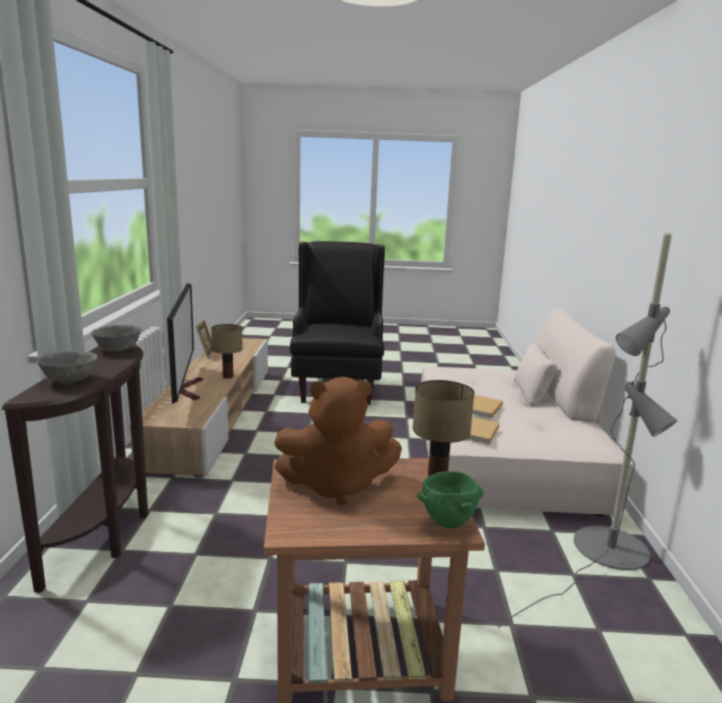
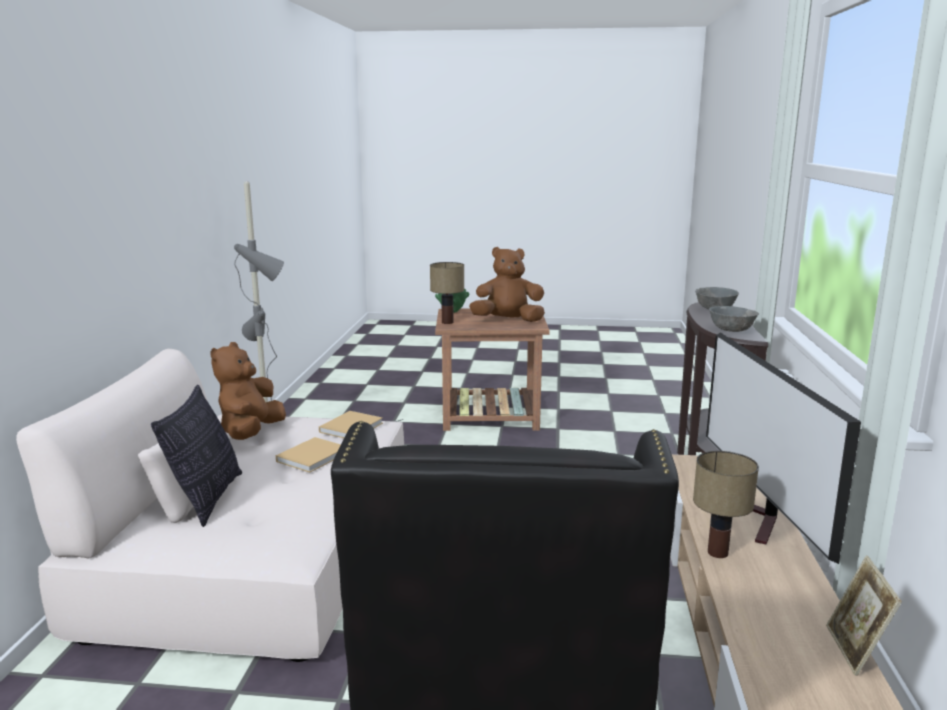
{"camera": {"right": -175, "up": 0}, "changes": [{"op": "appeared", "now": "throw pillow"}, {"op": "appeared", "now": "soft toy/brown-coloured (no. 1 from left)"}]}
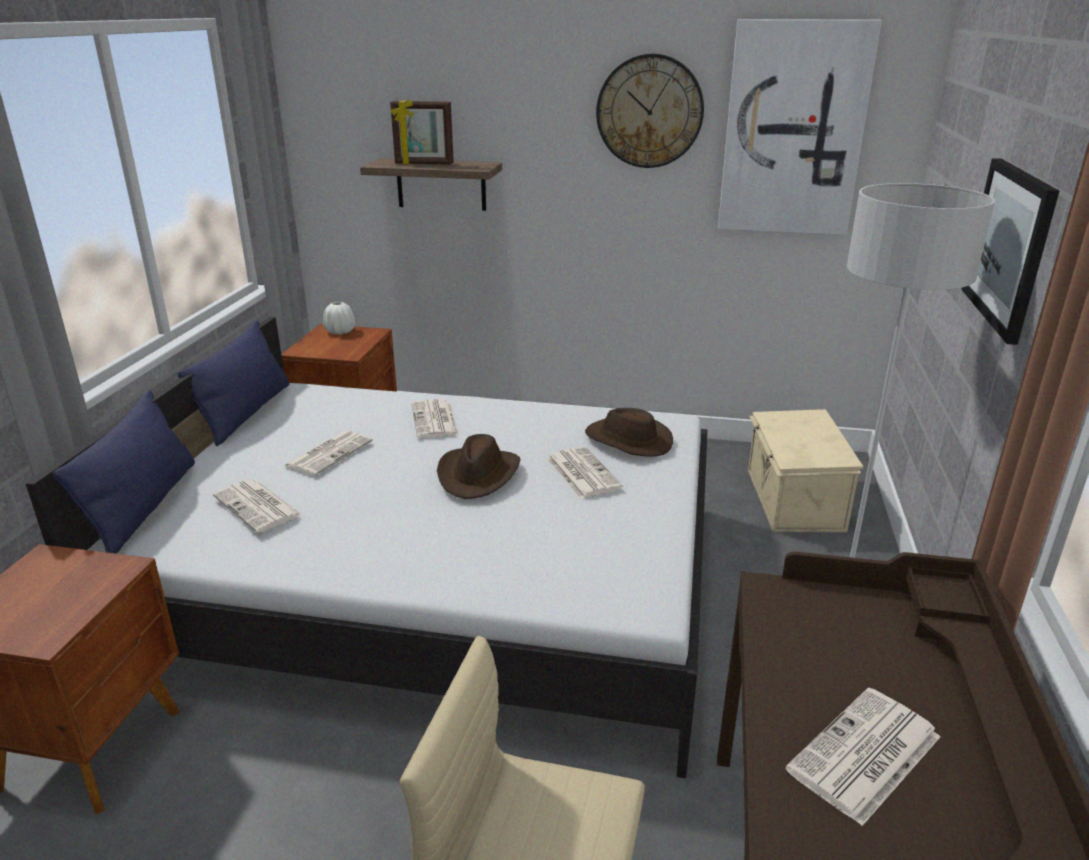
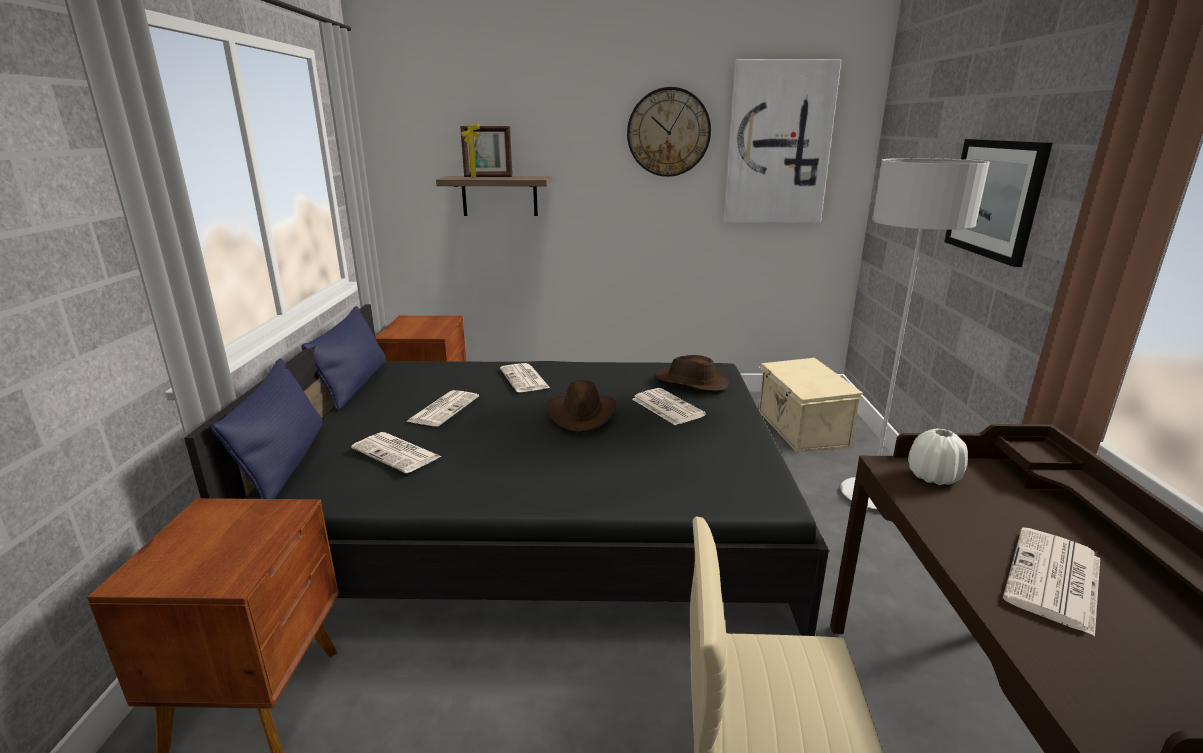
{"camera": {"right": -10, "up": -5}, "changes": [{"op": "colour", "was": "bed/white-coloured", "now": "bed/black-coloured"}, {"op": "relocated", "was": "decorative vase/white-coloured"}]}
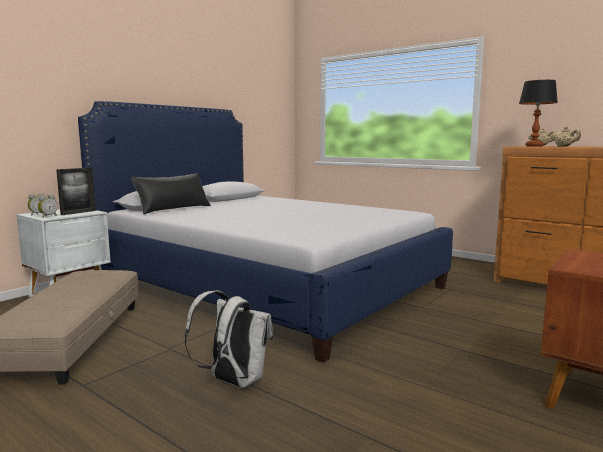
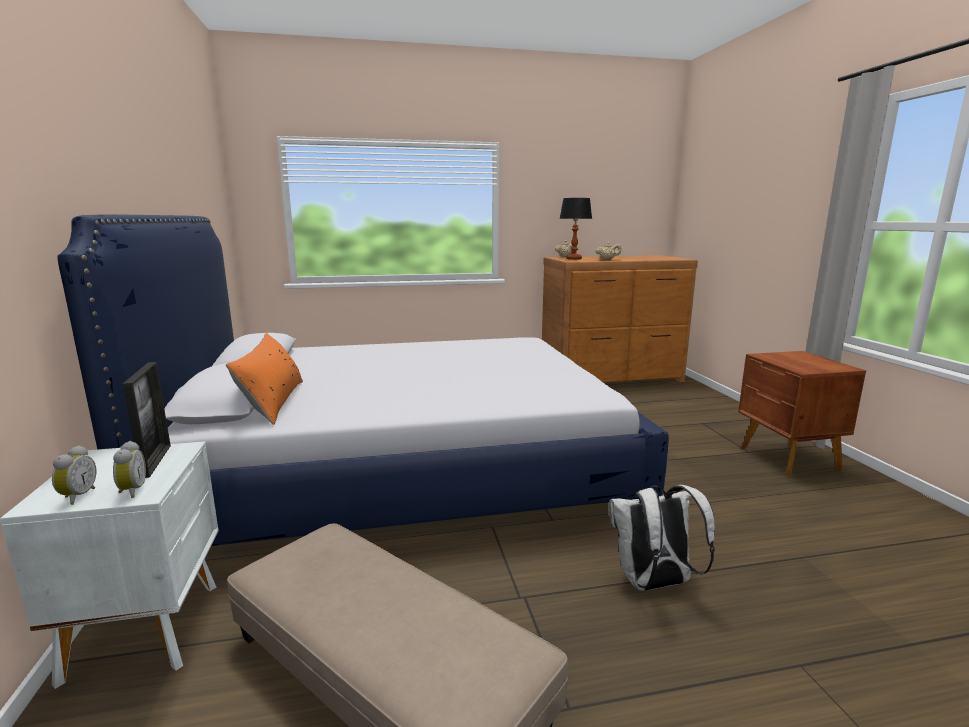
{"camera": {"right": -50, "up": 5}, "changes": [{"op": "colour", "was": "throw pillow/black-coloured", "now": "throw pillow/orangey"}]}
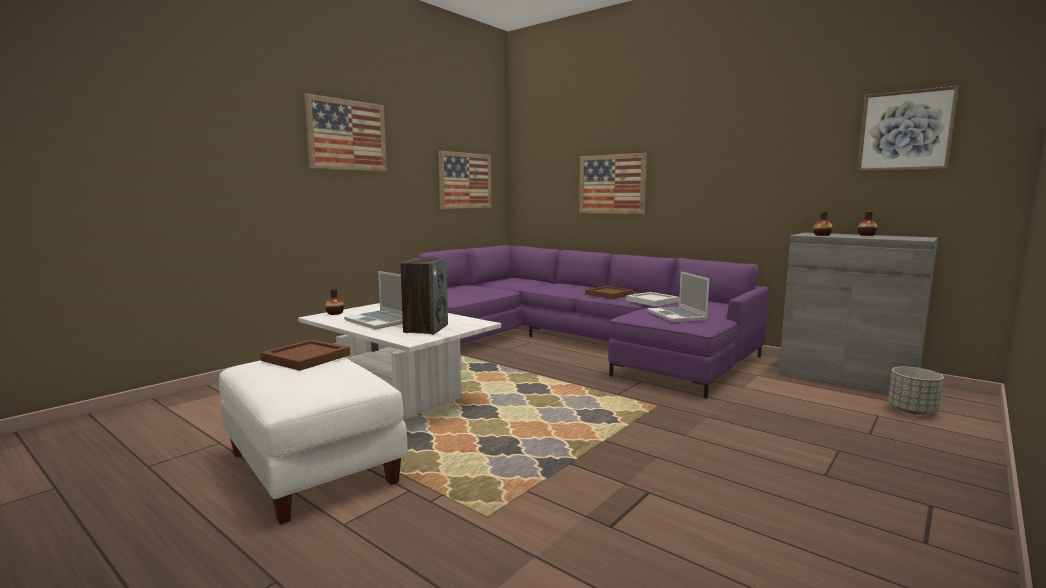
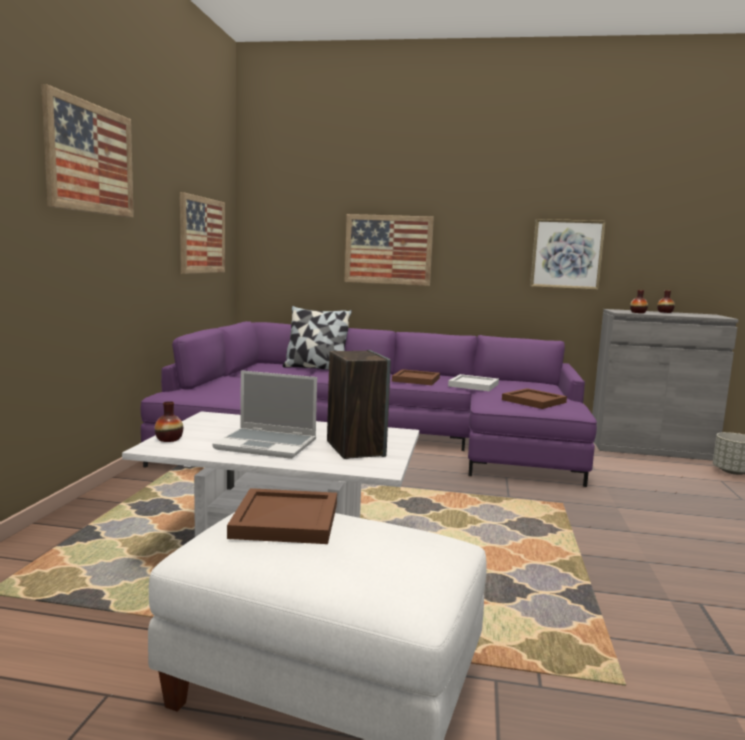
{"camera": {"right": -30, "up": 0}, "changes": [{"op": "exchanged", "was": "portable computer (no. 2 from left)", "now": "tray/brown-coloured (no. 3 from left)"}, {"op": "relocated", "was": "wall art (no. 4 from left)"}, {"op": "appeared", "now": "throw pillow"}]}
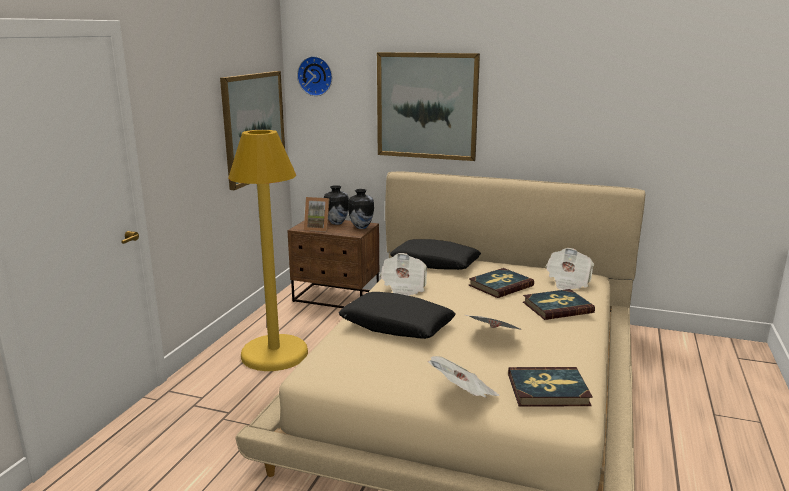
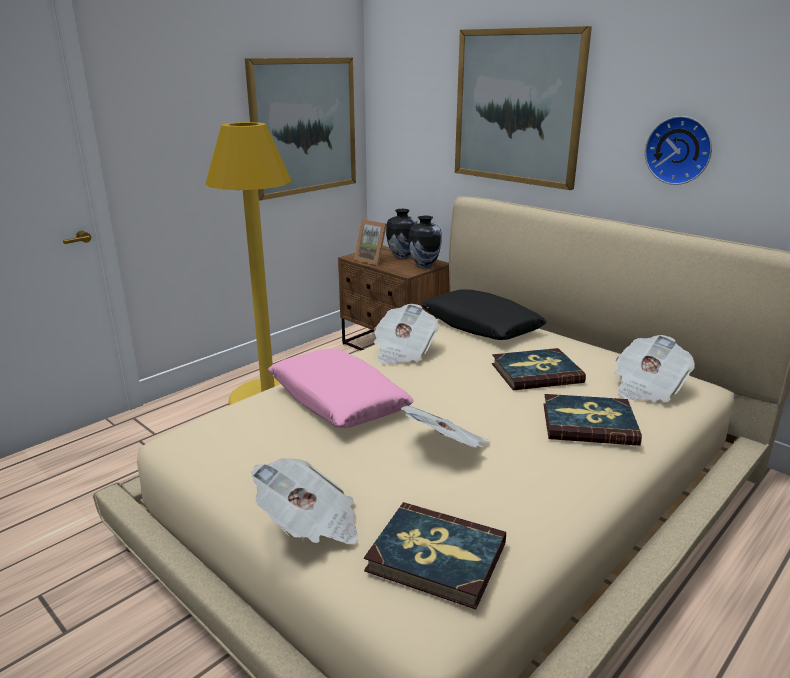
{"camera": {"right": 25, "up": 5}, "changes": [{"op": "relocated", "was": "wall clock"}, {"op": "colour", "was": "throw pillow/black-coloured (no. 1 from left)", "now": "throw pillow/pink-coloured"}]}
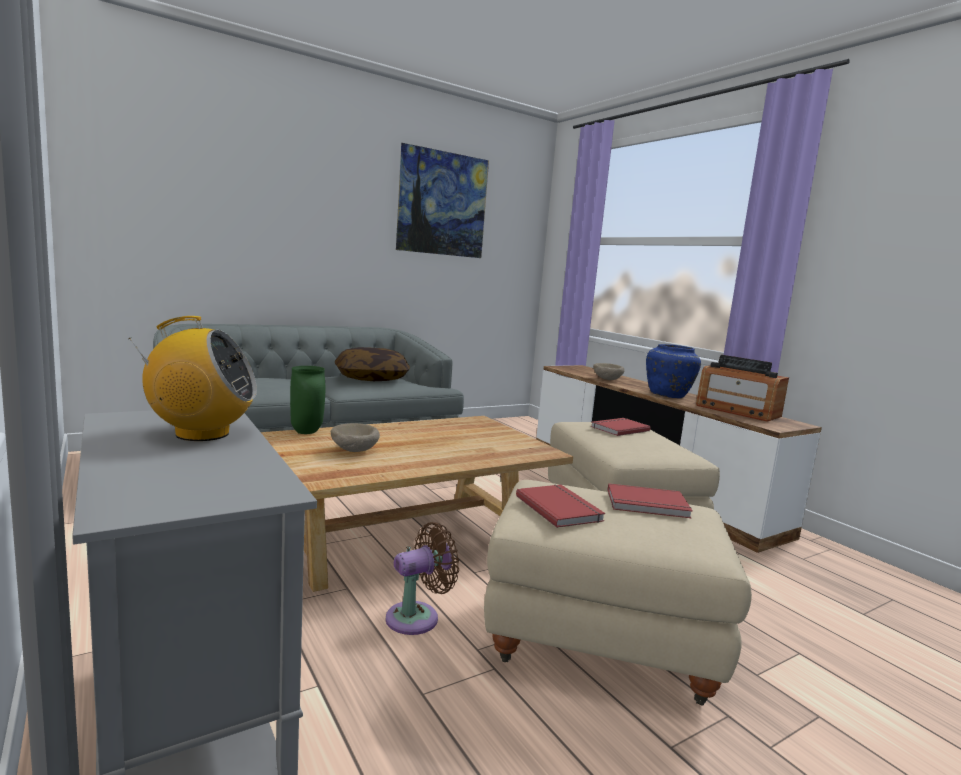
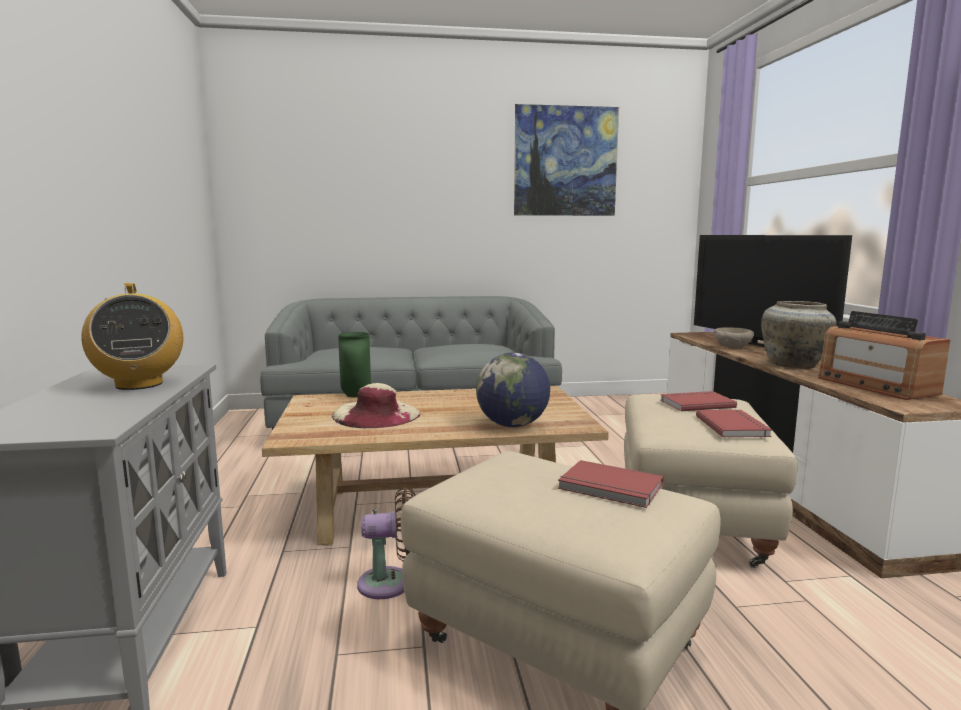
{"camera": {"right": 25, "up": 0}, "changes": [{"op": "spun", "was": "radio receiver (no. 1 from left)", "clockwise": 45}, {"op": "exchanged", "was": "deep dish/sand-coloured (no. 1 from left)", "now": "wearable hat/sand-coloured"}, {"op": "missing", "was": "throw pillow"}, {"op": "relocated", "was": "volume/reddish (no. 1 from left in the first image)", "now": "volume/reddish (no. 3 from left)"}, {"op": "colour", "was": "decorative vase/blue", "now": "decorative vase/sand-coloured"}, {"op": "appeared", "now": "world globe"}, {"op": "appeared", "now": "television"}]}
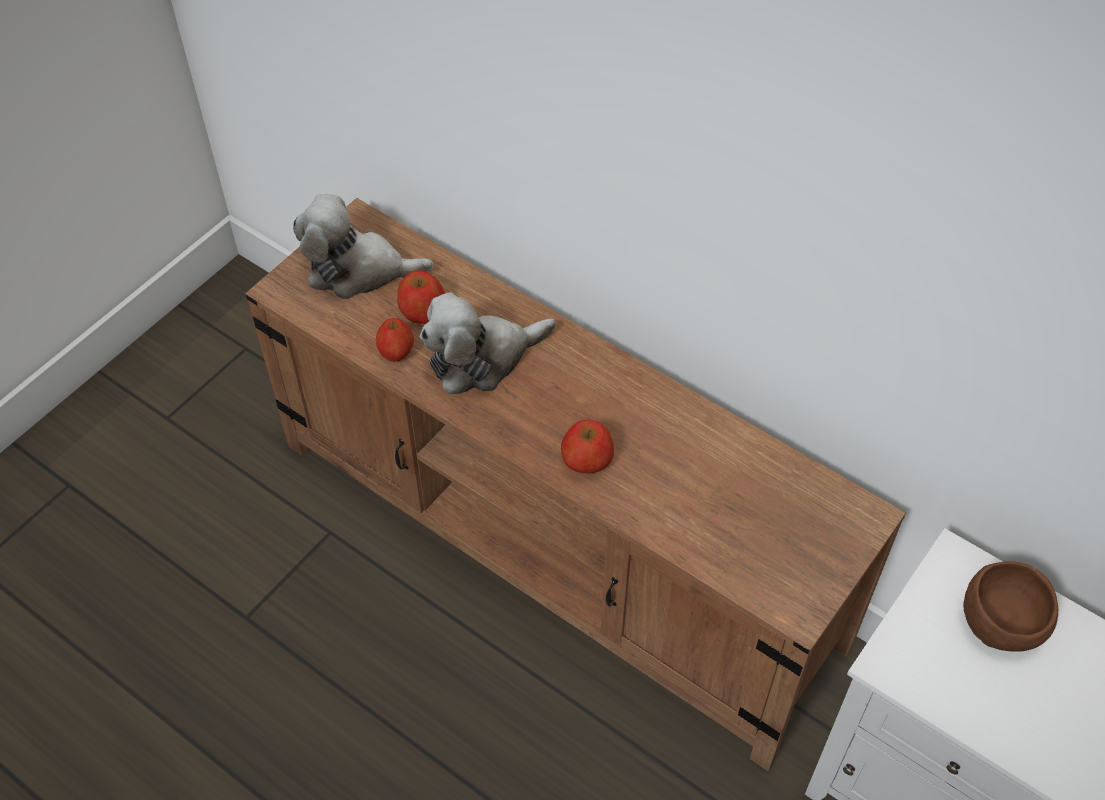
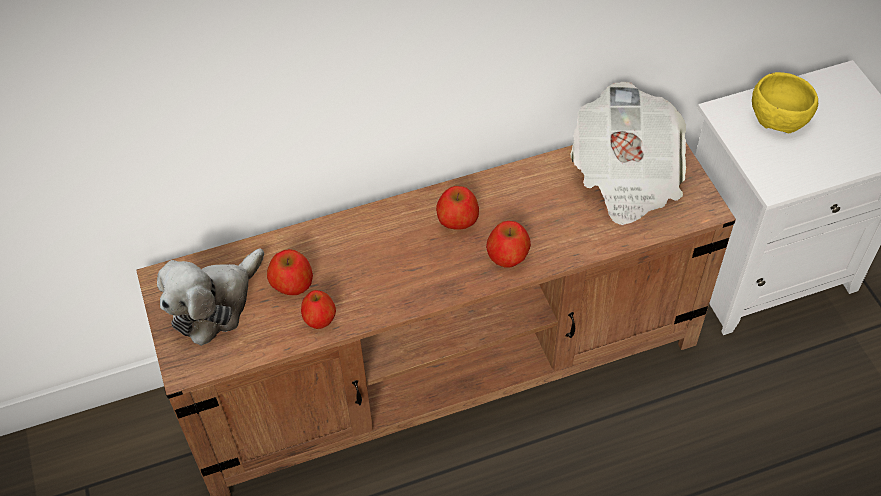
{"camera": {"right": -55, "up": 0}, "changes": [{"op": "missing", "was": "soft toy (no. 2 from left)"}, {"op": "colour", "was": "deep dish/brown-coloured", "now": "deep dish/yellowish"}, {"op": "appeared", "now": "apple fruit (no. 3 from left)"}, {"op": "appeared", "now": "newspaper"}]}
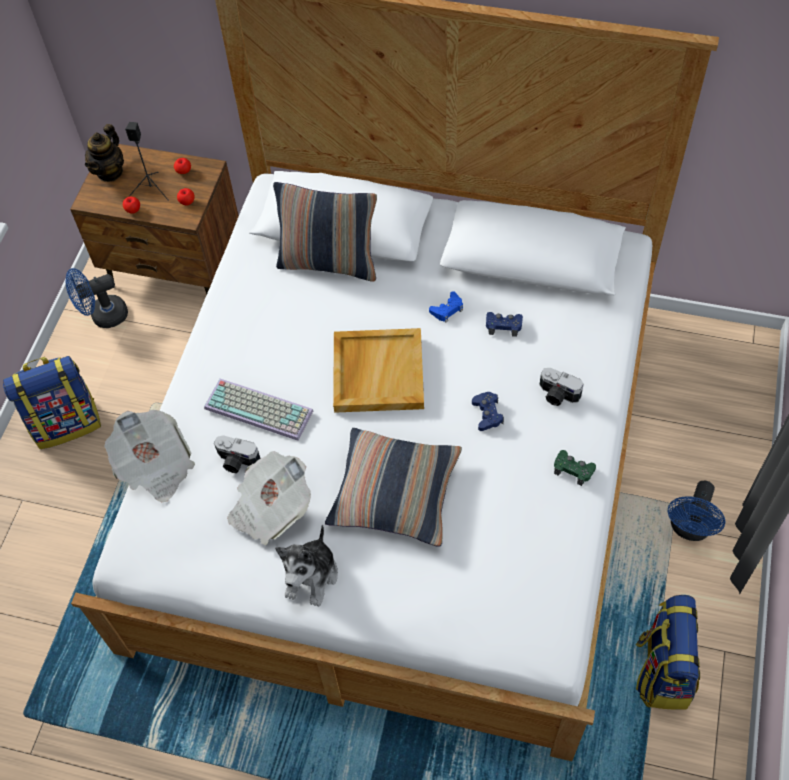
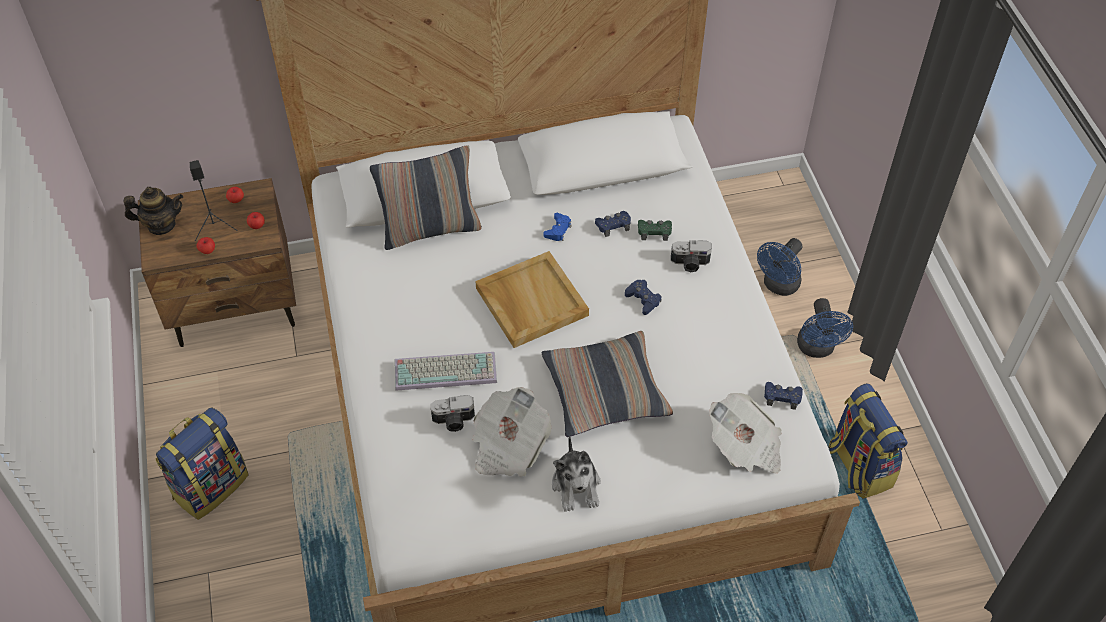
{"camera": {"right": -30, "up": -5}, "changes": [{"op": "relocated", "was": "fan/blue (no. 1 from left)"}, {"op": "spun", "was": "teapot", "clockwise": -90}, {"op": "relocated", "was": "newspaper (no. 1 from left in the first image)", "now": "newspaper (no. 2 from left)"}, {"op": "relocated", "was": "gamepad/greenish"}, {"op": "appeared", "now": "gamepad/blue (no. 4 from left)"}]}
